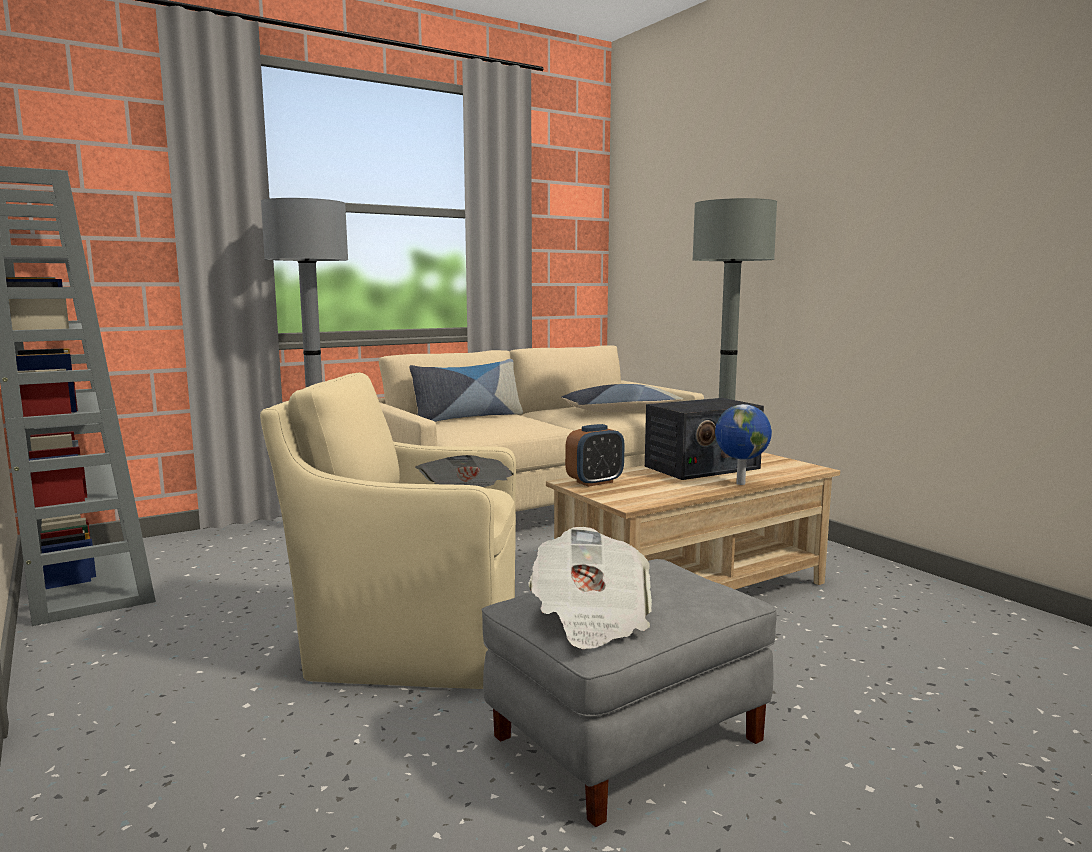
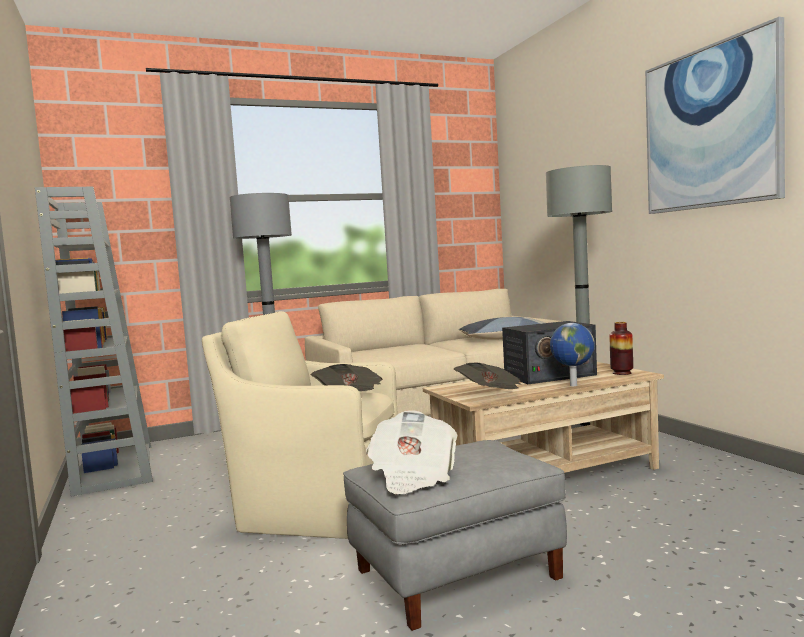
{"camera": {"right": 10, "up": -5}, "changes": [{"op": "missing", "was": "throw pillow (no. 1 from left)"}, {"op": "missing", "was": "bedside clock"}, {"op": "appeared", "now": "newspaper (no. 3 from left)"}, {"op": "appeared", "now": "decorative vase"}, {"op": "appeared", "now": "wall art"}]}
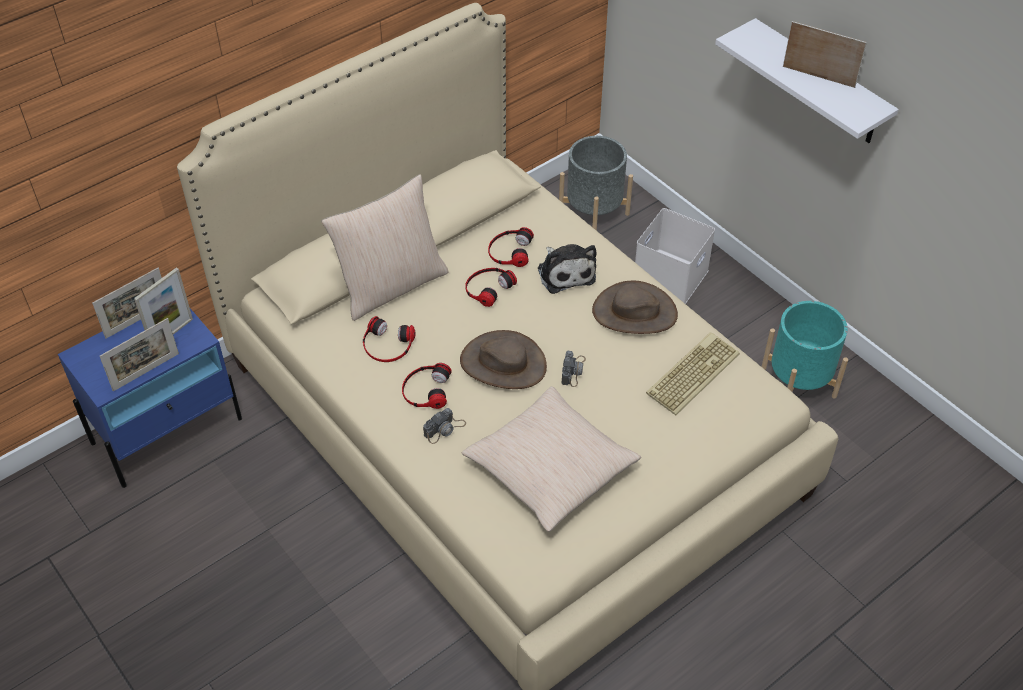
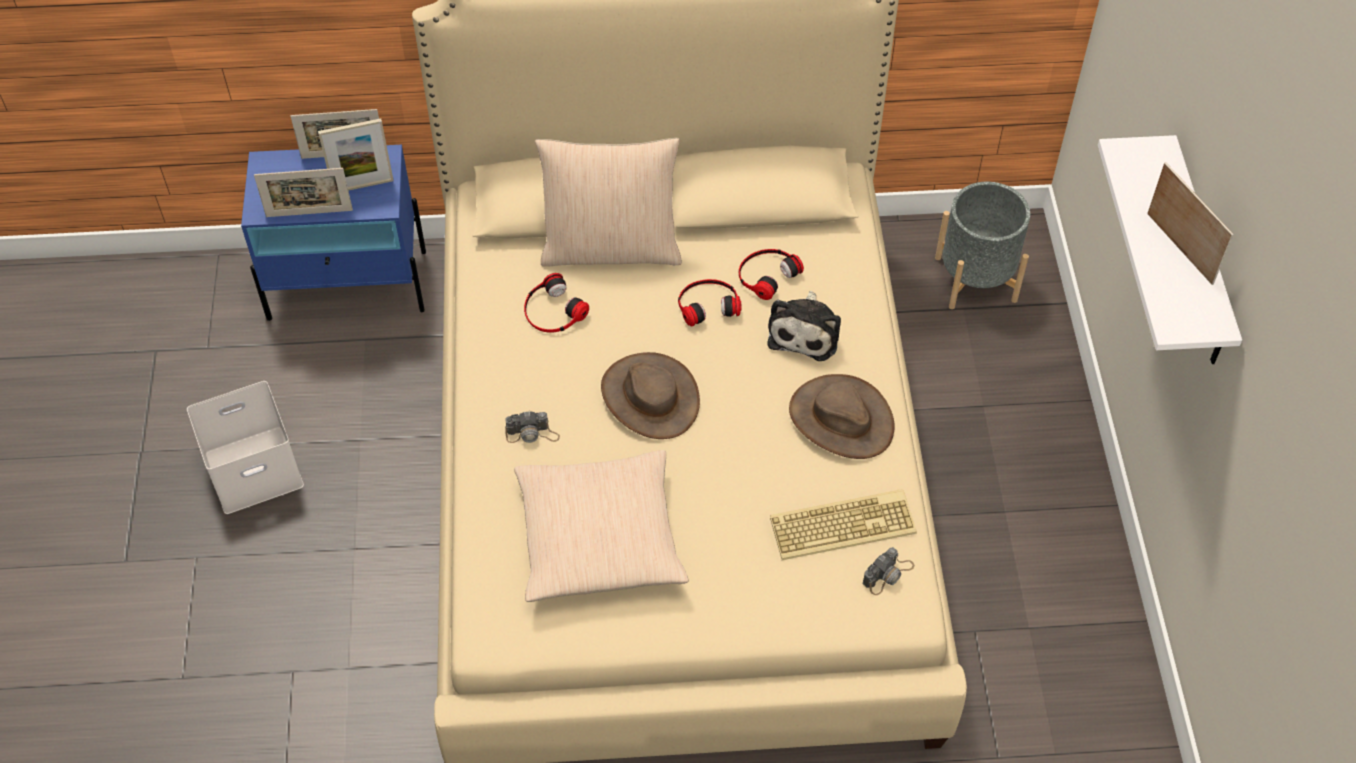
{"camera": {"right": 35, "up": 5}, "changes": [{"op": "missing", "was": "headset (no. 2 from left)"}, {"op": "relocated", "was": "still camera (no. 2 from left)"}, {"op": "relocated", "was": "storage bin/white-coloured"}, {"op": "missing", "was": "planter/turquoise-coloured"}]}
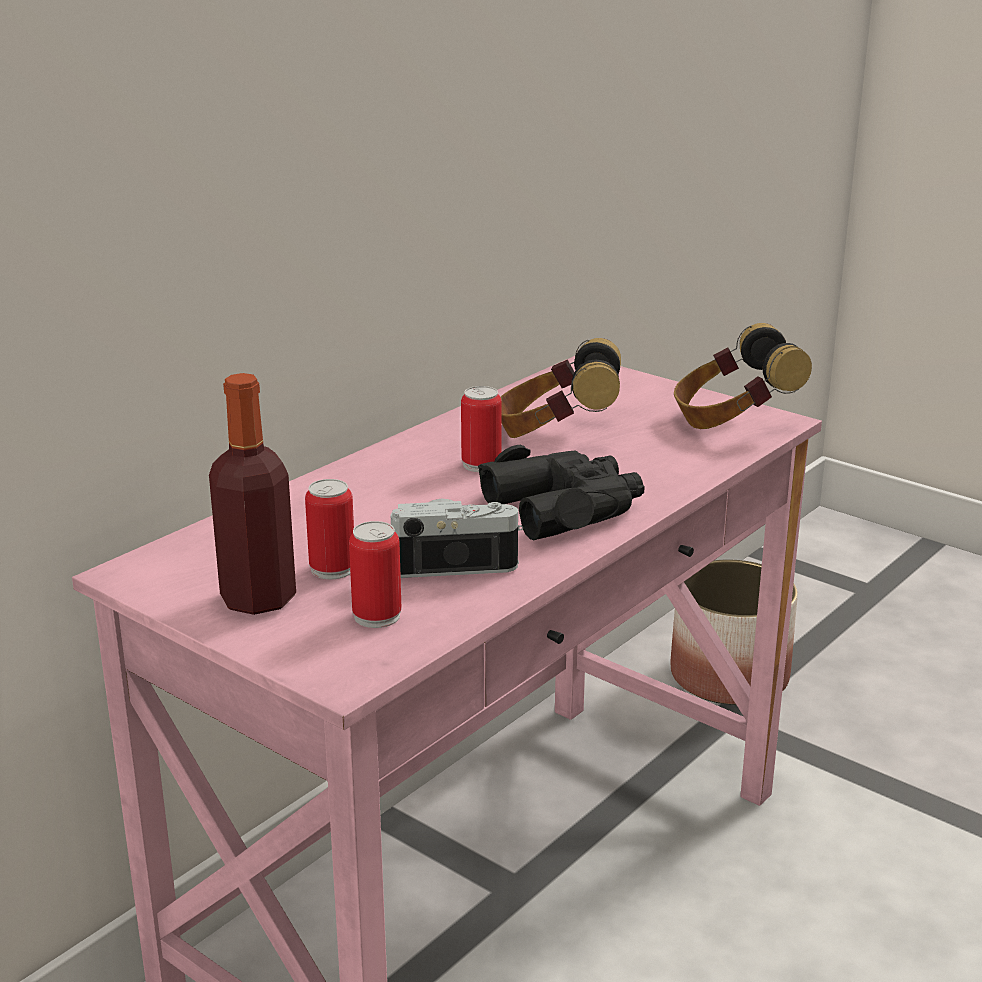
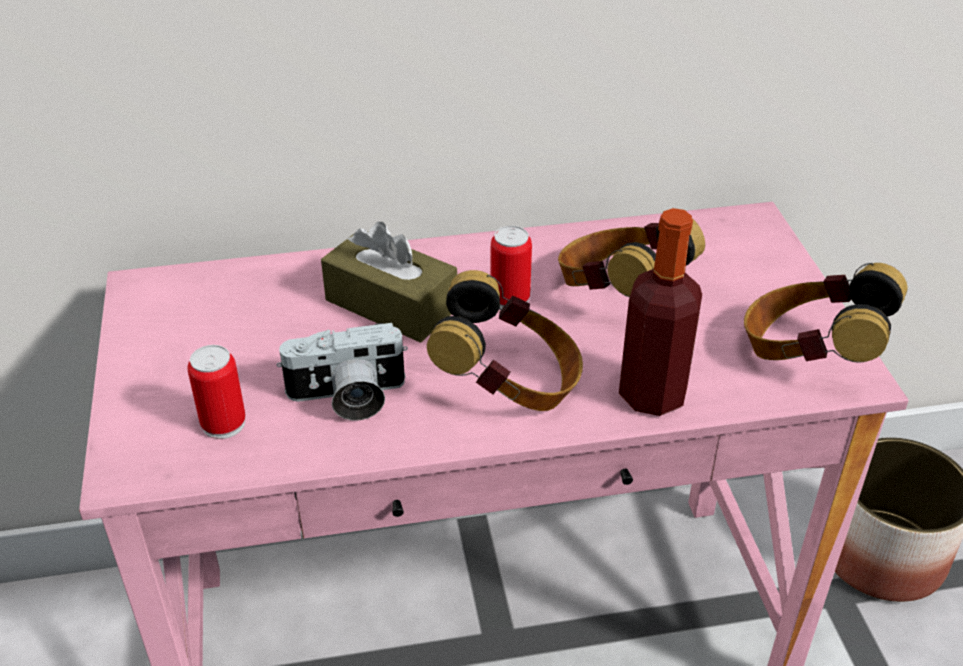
{"camera": {"right": 40, "up": 15}, "changes": [{"op": "relocated", "was": "bottle"}, {"op": "missing", "was": "can (no. 1 from left)"}, {"op": "spun", "was": "still camera", "clockwise": 135}, {"op": "exchanged", "was": "field glasses/black-coloured", "now": "headset (no. 1 from left)"}, {"op": "appeared", "now": "box of tissues/brown-coloured"}]}
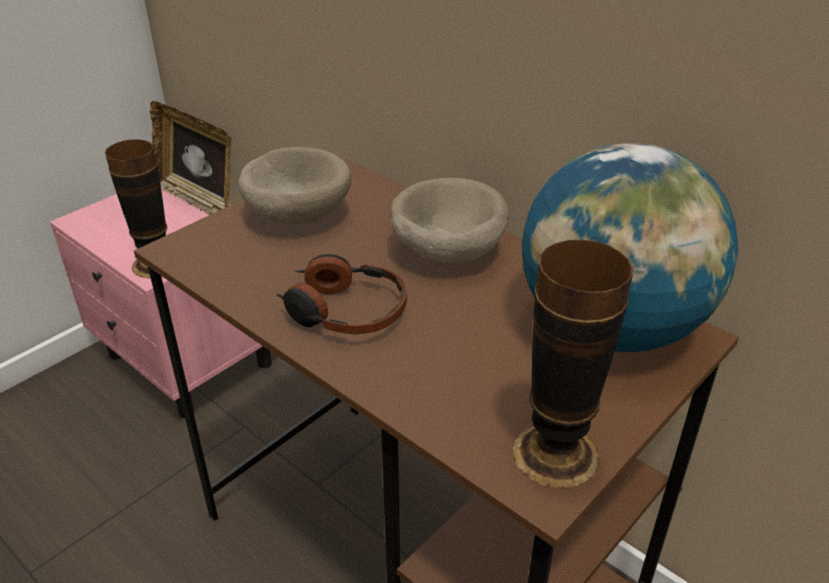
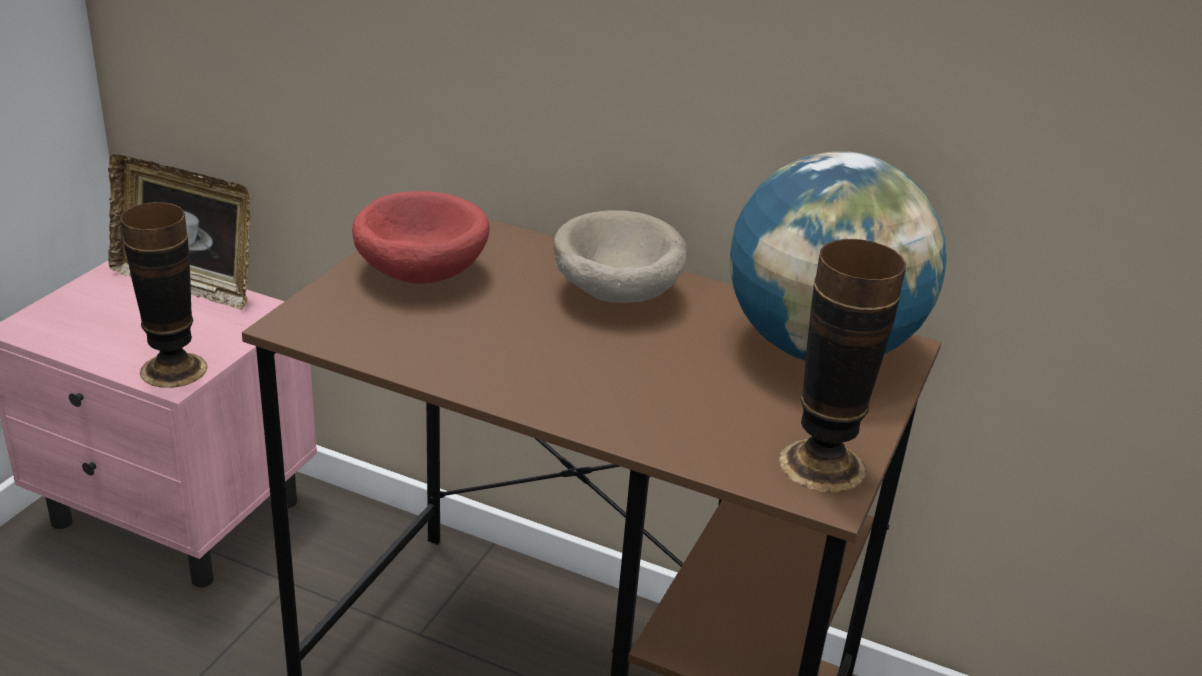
{"camera": {"right": -20, "up": -5}, "changes": [{"op": "colour", "was": "deep dish/sand-coloured (no. 1 from left)", "now": "deep dish/reddish"}, {"op": "missing", "was": "headset"}]}
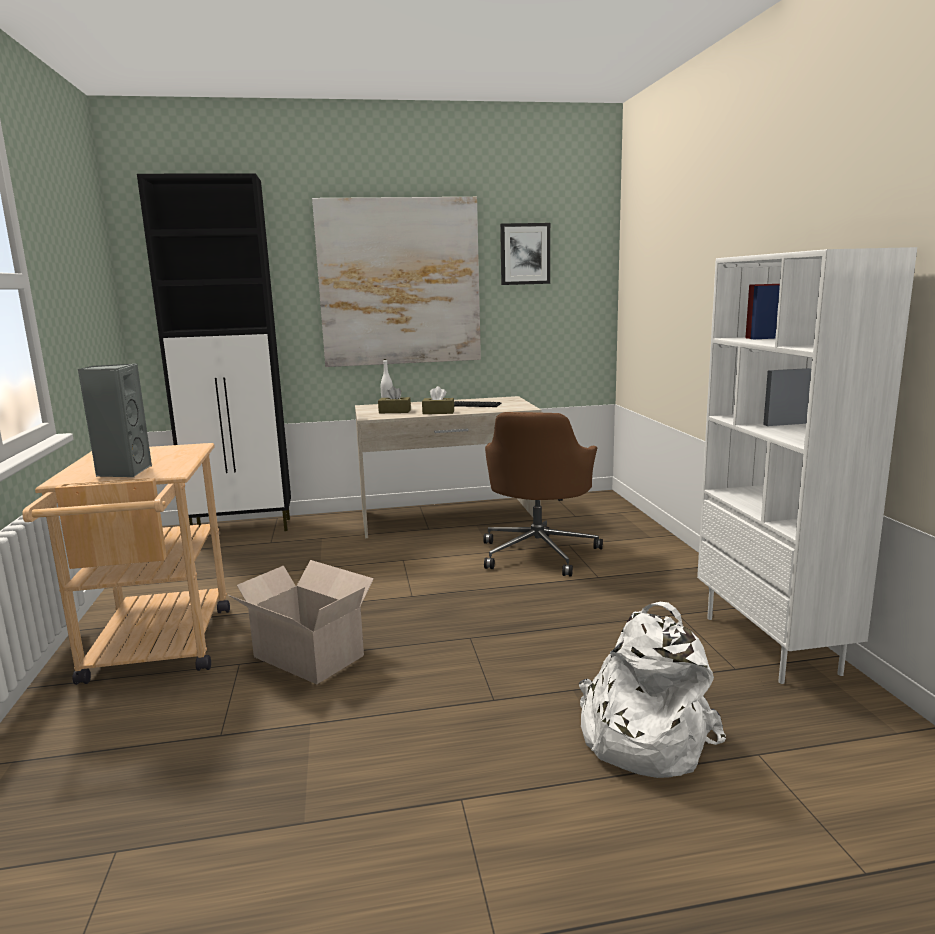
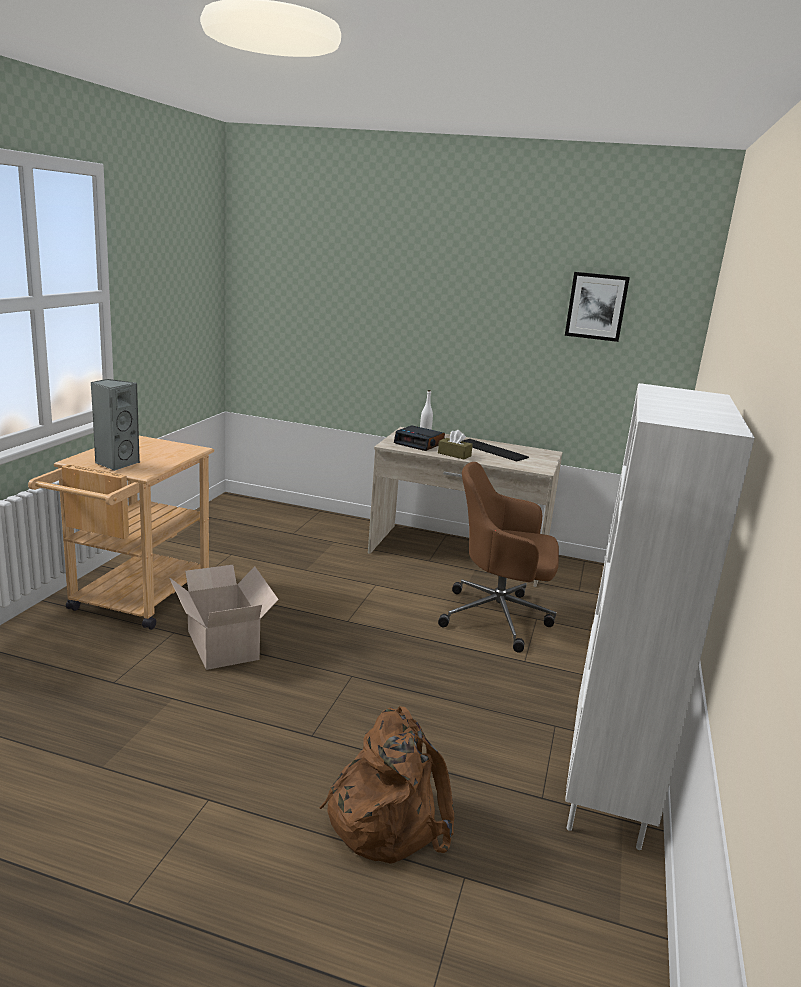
{"camera": {"right": 25, "up": 5}, "changes": [{"op": "missing", "was": "storage cabinet/black-coloured"}, {"op": "missing", "was": "wall art (no. 1 from left)"}, {"op": "exchanged", "was": "box of tissues/brown-coloured (no. 1 from left)", "now": "bedside clock"}, {"op": "spun", "was": "computer chair/brown-coloured", "clockwise": 60}, {"op": "colour", "was": "backpack/white-coloured", "now": "backpack/brown-coloured"}]}
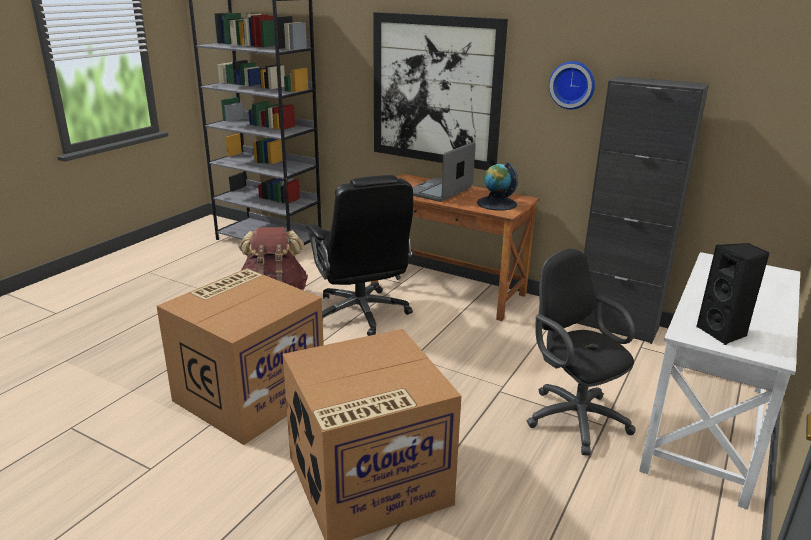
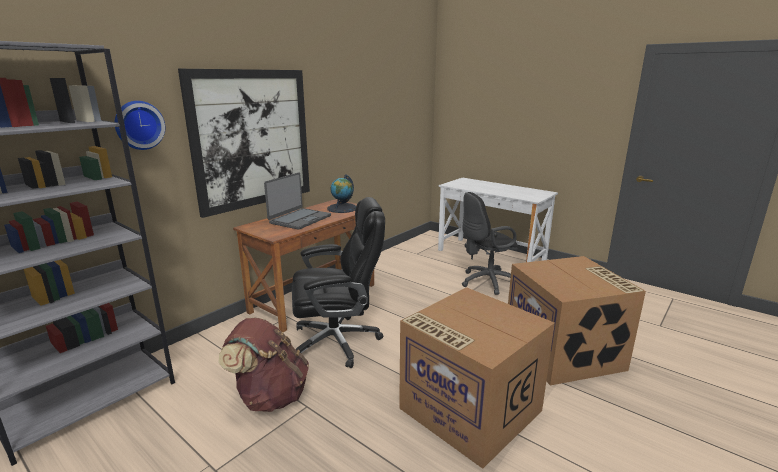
{"camera": {"right": -80, "up": -5}, "changes": [{"op": "spun", "was": "portable computer", "clockwise": -105}, {"op": "relocated", "was": "wall clock"}, {"op": "missing", "was": "storage cabinet/black-coloured"}, {"op": "missing", "was": "speaker/black-coloured"}]}
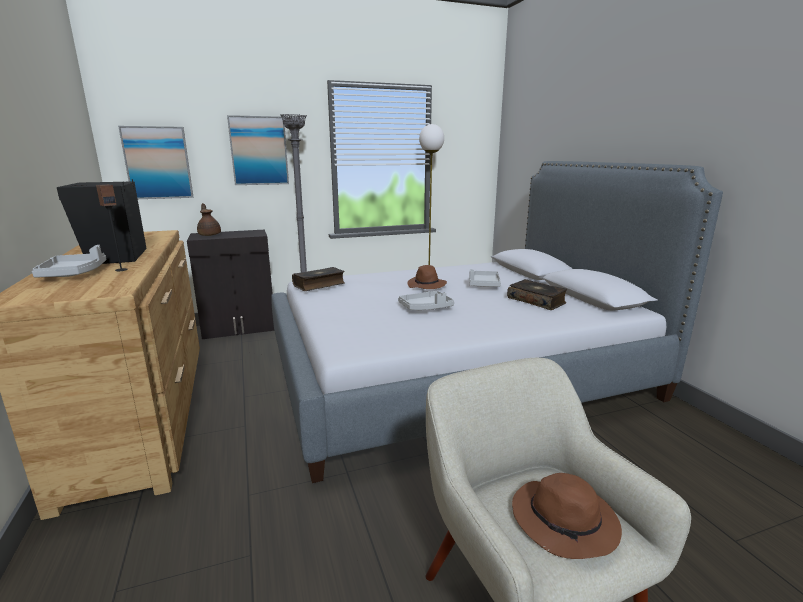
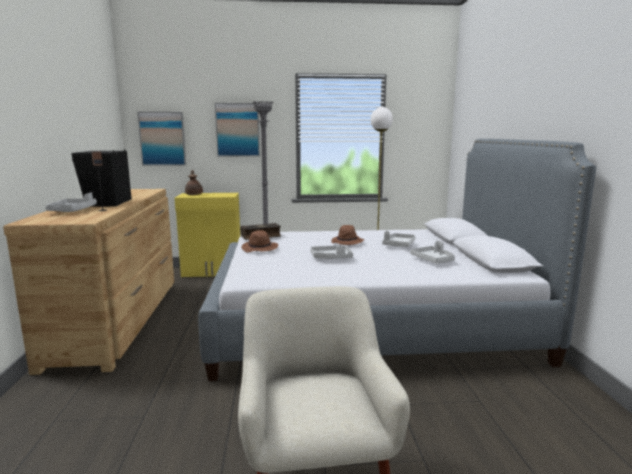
{"camera": {"right": 15, "up": -5}, "changes": [{"op": "colour", "was": "storage cabinet/black-coloured", "now": "storage cabinet/yellowish"}, {"op": "exchanged", "was": "volume (no. 2 from left)", "now": "tray/greyish (no. 4 from left)"}, {"op": "relocated", "was": "wearable hat/brown-coloured (no. 2 from left in the first image)", "now": "wearable hat/brown-coloured (no. 1 from left)"}]}
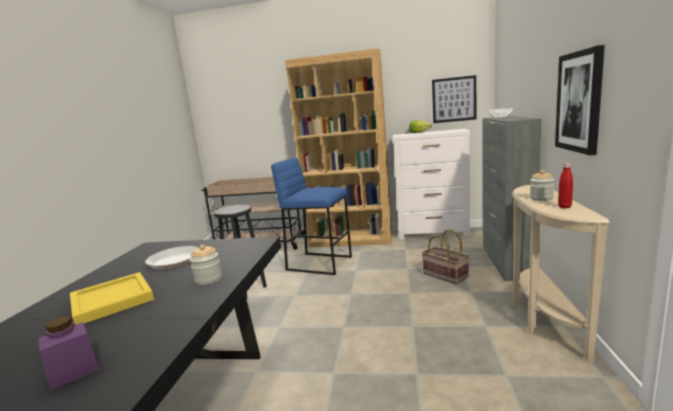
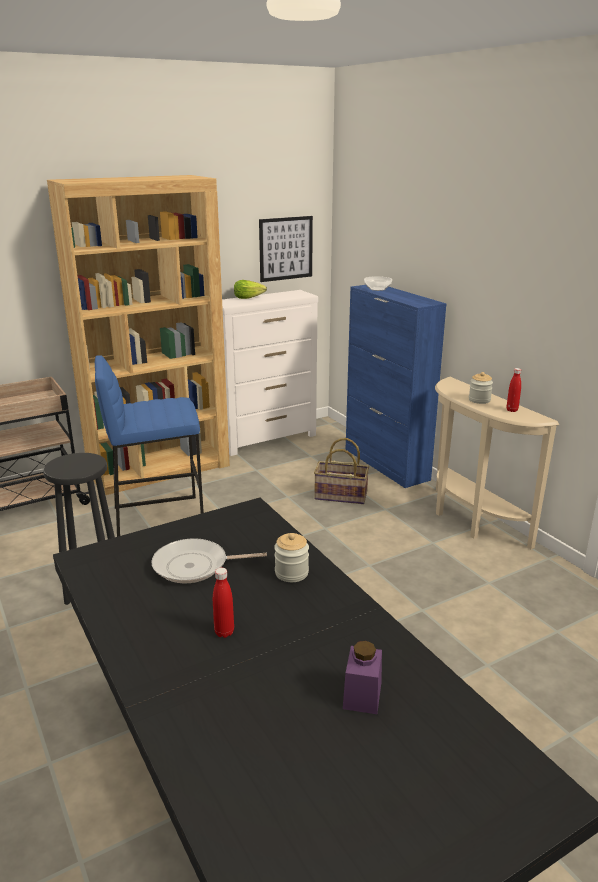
{"camera": {"right": -40, "up": 10}, "changes": [{"op": "exchanged", "was": "tray/yellowish", "now": "bottle/reddish (no. 1 from left)"}, {"op": "colour", "was": "storage cabinet/greyish", "now": "storage cabinet/blue"}, {"op": "missing", "was": "wall art (no. 2 from left)"}]}
